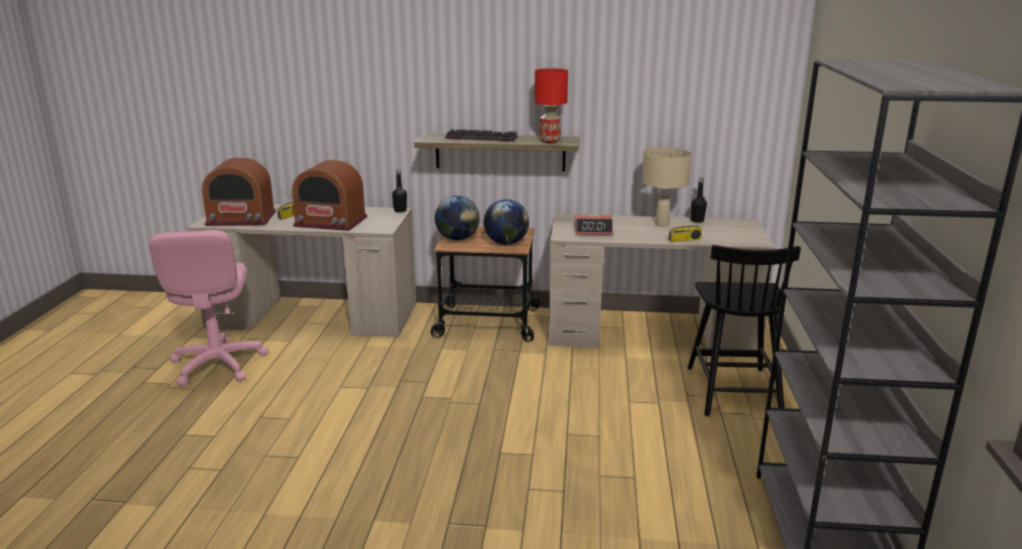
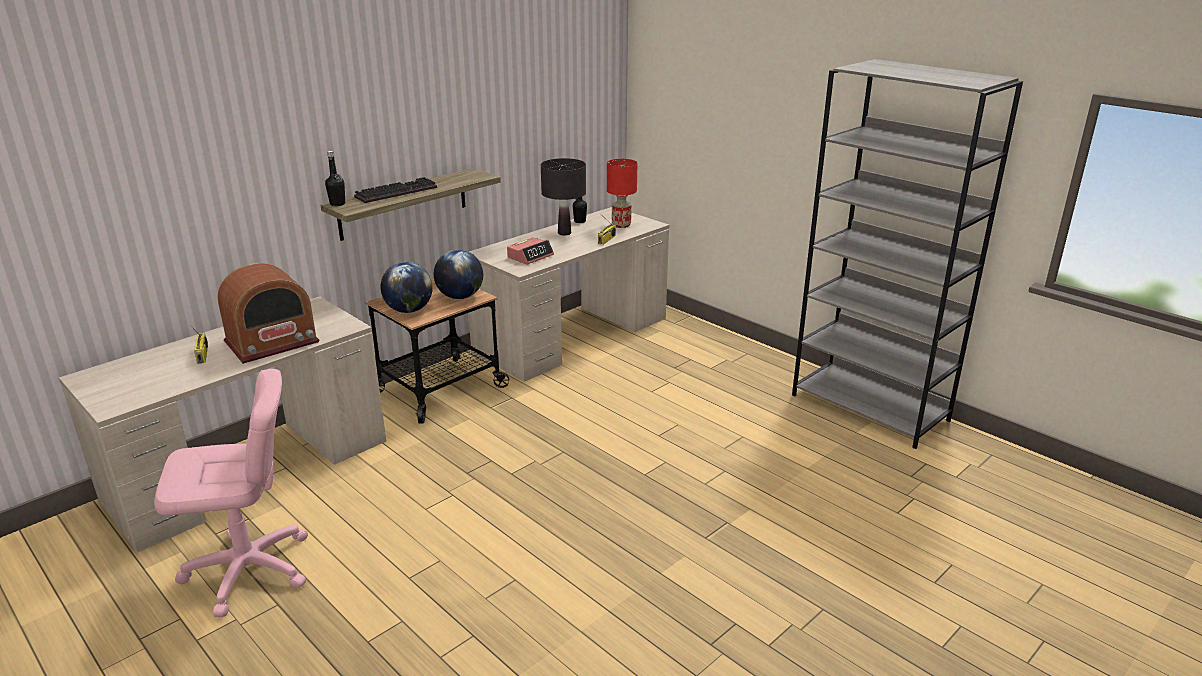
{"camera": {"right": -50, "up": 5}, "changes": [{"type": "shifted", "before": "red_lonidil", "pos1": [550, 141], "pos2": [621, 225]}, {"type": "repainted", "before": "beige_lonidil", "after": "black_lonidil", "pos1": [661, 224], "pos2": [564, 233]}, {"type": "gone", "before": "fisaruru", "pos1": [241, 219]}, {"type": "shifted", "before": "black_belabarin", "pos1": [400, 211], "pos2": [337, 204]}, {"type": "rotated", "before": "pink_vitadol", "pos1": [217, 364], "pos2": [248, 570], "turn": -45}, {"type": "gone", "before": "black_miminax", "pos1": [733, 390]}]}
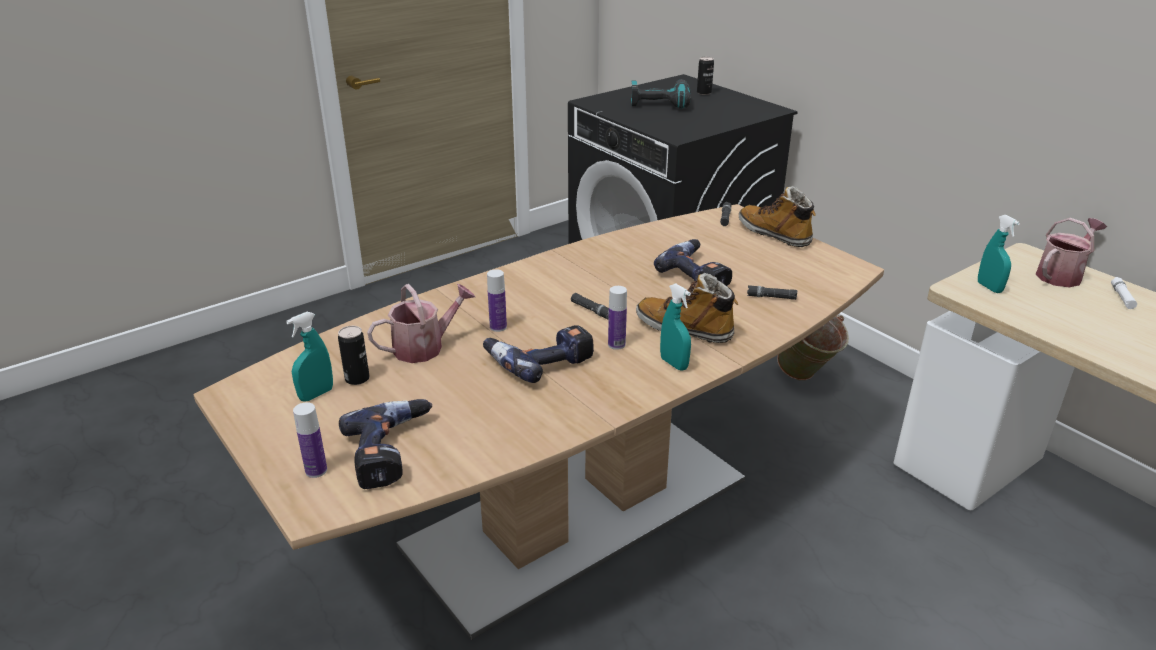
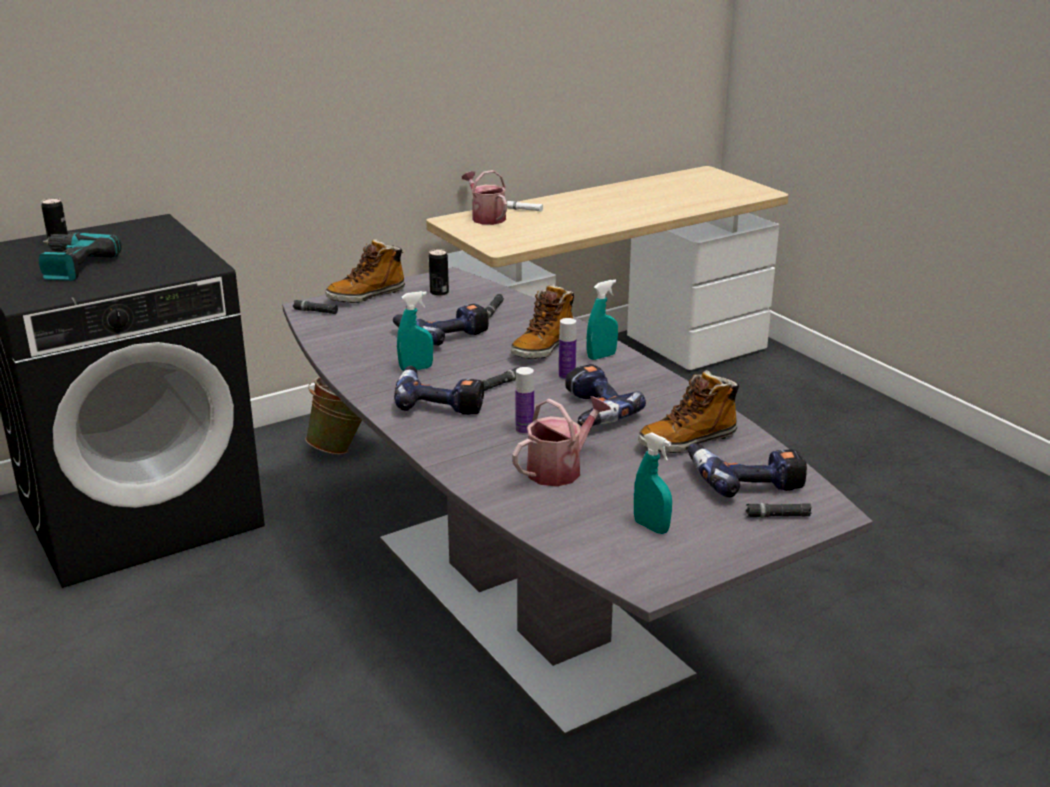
{"camera": {"right": -85, "up": -5}, "changes": [{"type": "repainted", "before": "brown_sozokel", "after": "grey_sozokel", "pos1": [577, 513], "pos2": [525, 606]}, {"type": "shifted", "before": "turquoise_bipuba", "pos1": [989, 287], "pos2": [416, 368]}, {"type": "rotated", "before": "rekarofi", "pos1": [425, 347], "pos2": [560, 469], "turn": 75}, {"type": "shifted", "before": "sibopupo", "pos1": [357, 379], "pos2": [439, 292]}, {"type": "swapped", "before": "belabarin", "after": "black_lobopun", "pos1": [316, 470], "pos2": [777, 516]}, {"type": "new", "after": "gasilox", "pos2": [440, 401]}, {"type": "new", "after": "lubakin", "pos2": [688, 440]}]}
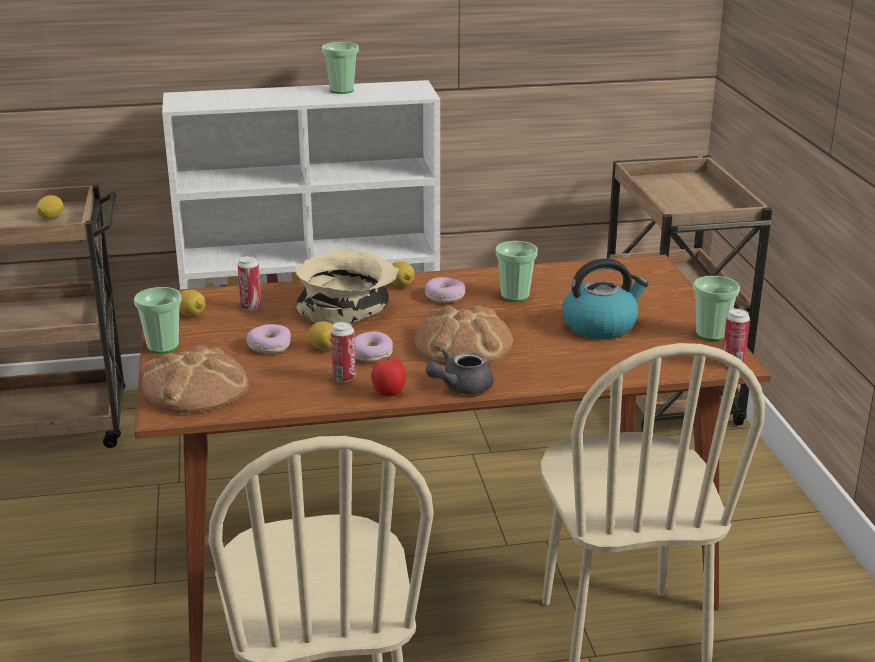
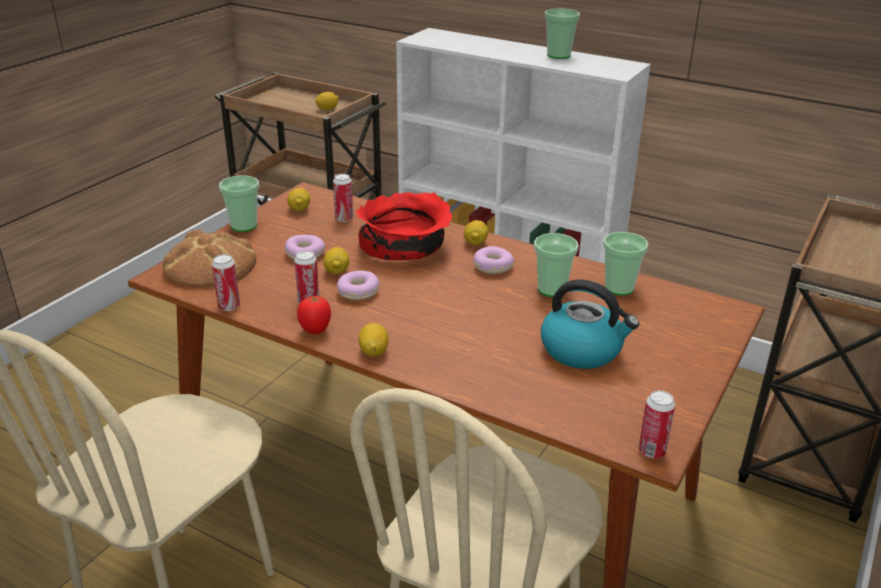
{"camera": {"right": 40, "up": 5}, "changes": [{"type": "repainted", "before": "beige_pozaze", "after": "red_pozaze", "pos1": [347, 307], "pos2": [405, 246]}, {"type": "shifted", "before": "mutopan", "pos1": [711, 334], "pos2": [619, 288]}, {"type": "gone", "before": "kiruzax", "pos1": [464, 344]}, {"type": "swapped", "before": "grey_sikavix", "after": "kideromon", "pos1": [460, 387], "pos2": [373, 351]}, {"type": "new", "after": "sibopupo", "pos2": [229, 306]}]}
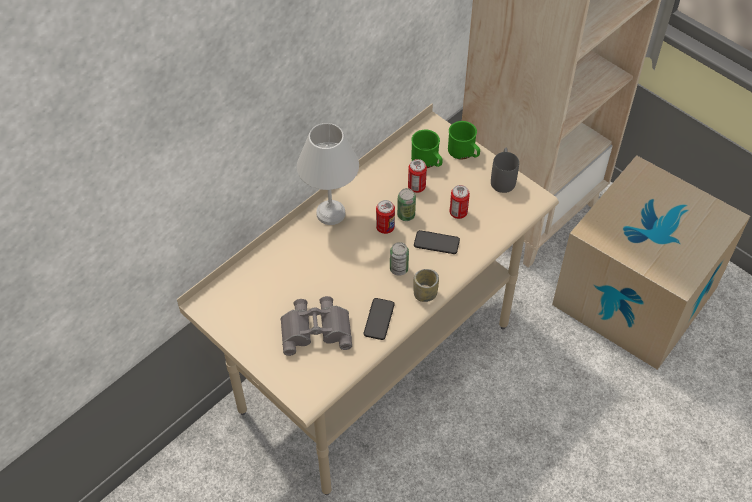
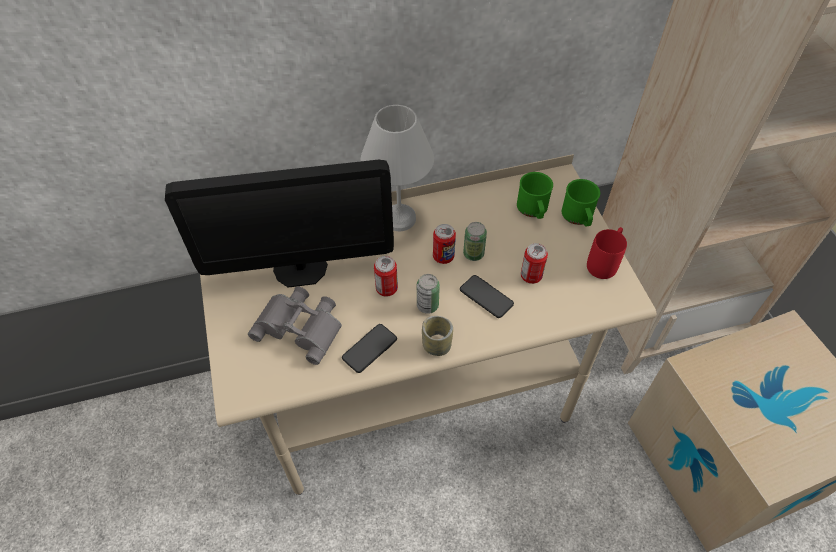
{"camera": {"right": 30, "up": 0}, "changes": [{"type": "repainted", "before": "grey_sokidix", "after": "red_sokidix", "pos1": [503, 178], "pos2": [605, 262]}, {"type": "shifted", "before": "sibopupo", "pos1": [416, 187], "pos2": [386, 288]}, {"type": "new", "after": "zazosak", "pos2": [300, 268]}]}
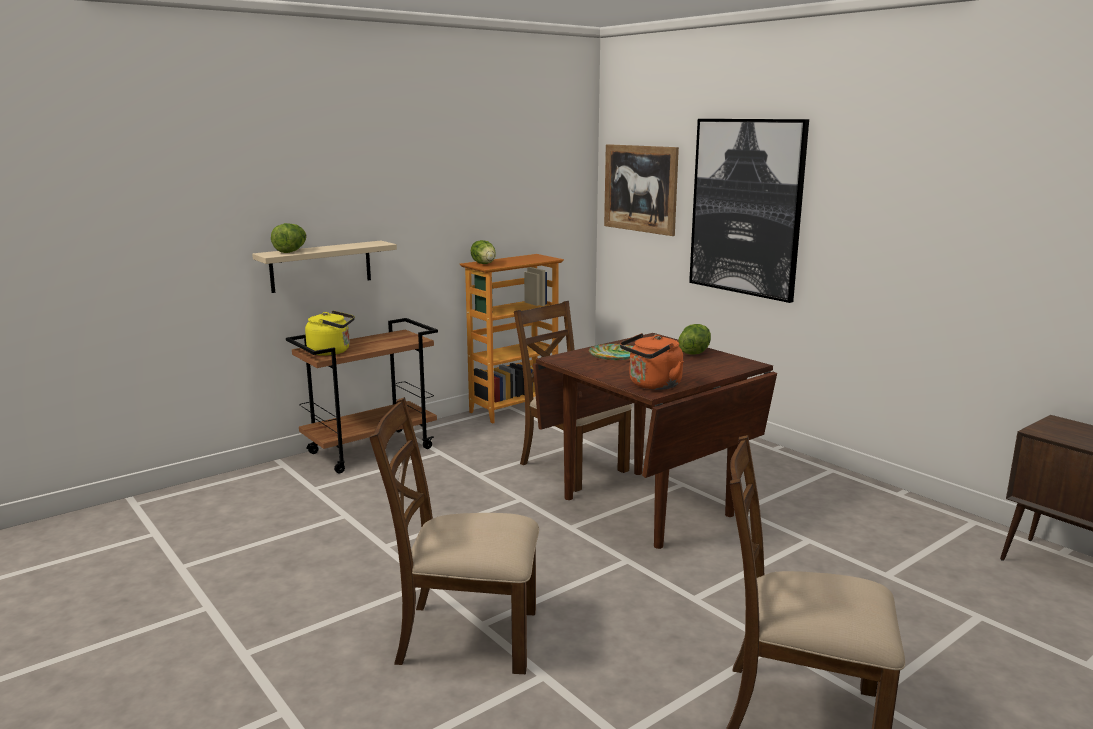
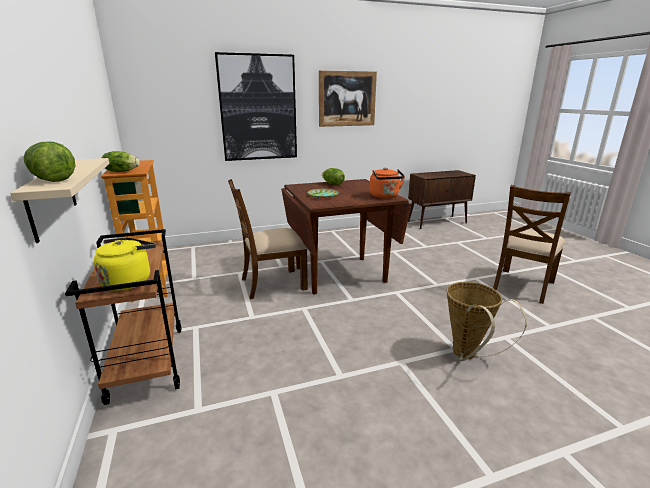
{"camera": {"right": -70, "up": 5}, "changes": [{"type": "shifted", "before": "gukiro", "pos1": [640, 188], "pos2": [347, 99]}, {"type": "swapped", "before": "brown_miminax", "after": "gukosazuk", "pos1": [466, 636], "pos2": [467, 356]}]}
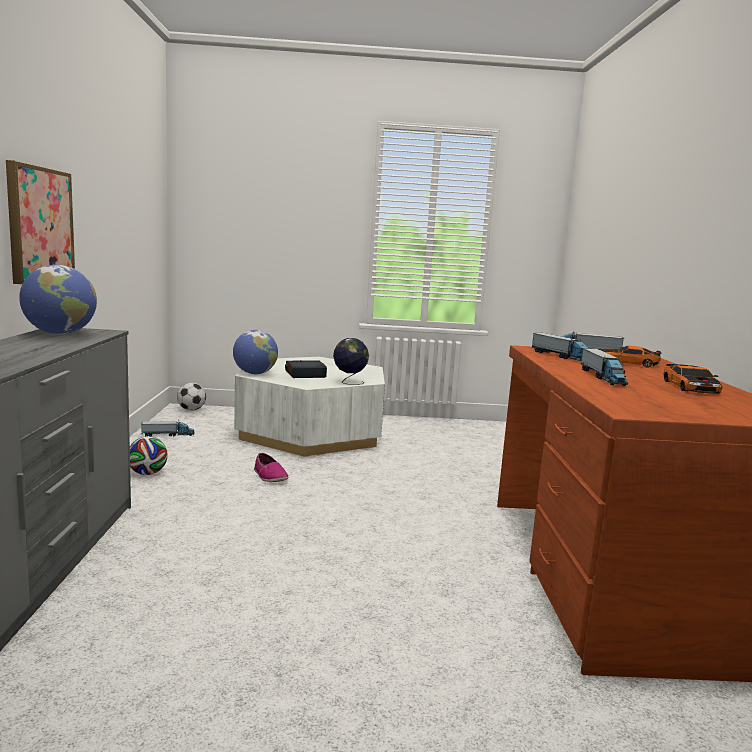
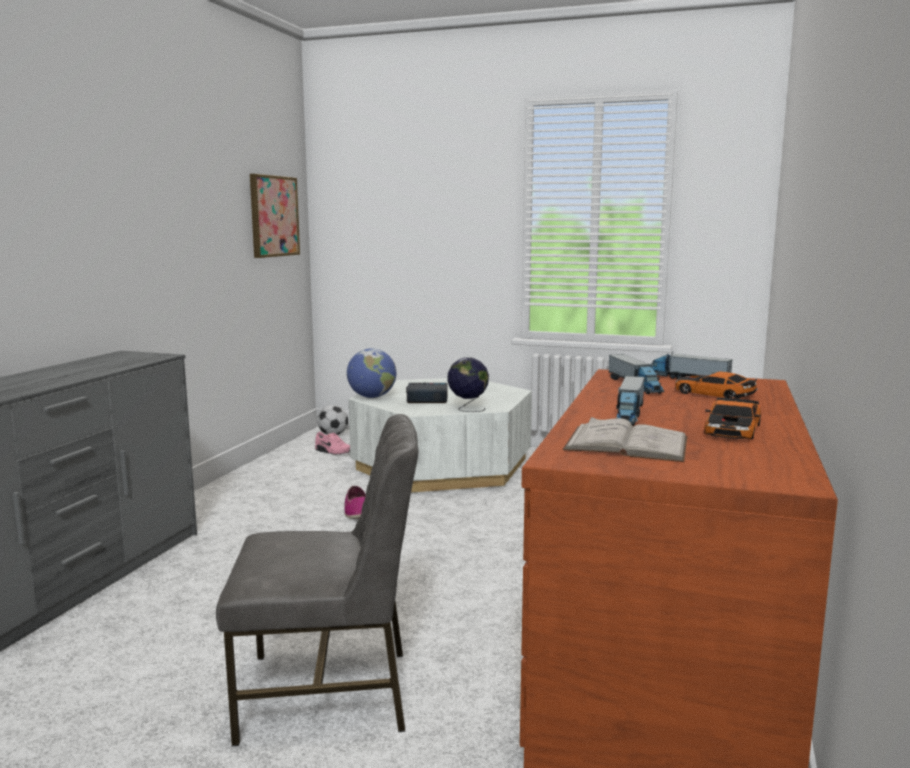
{"camera": {"right": 20, "up": 0}, "changes": [{"type": "shifted", "before": "gukiro", "pos1": [40, 224], "pos2": [273, 216]}, {"type": "gone", "before": "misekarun", "pos1": [60, 334]}, {"type": "gone", "before": "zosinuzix", "pos1": [168, 435]}, {"type": "gone", "before": "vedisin", "pos1": [147, 473]}, {"type": "new", "after": "grey_miminax", "pos2": [329, 693]}, {"type": "new", "after": "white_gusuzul", "pos2": [626, 443]}, {"type": "new", "after": "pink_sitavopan", "pos2": [333, 452]}]}
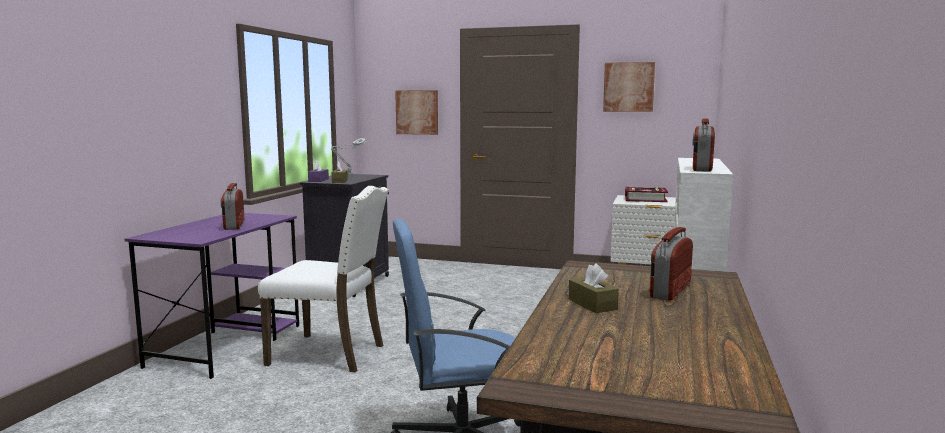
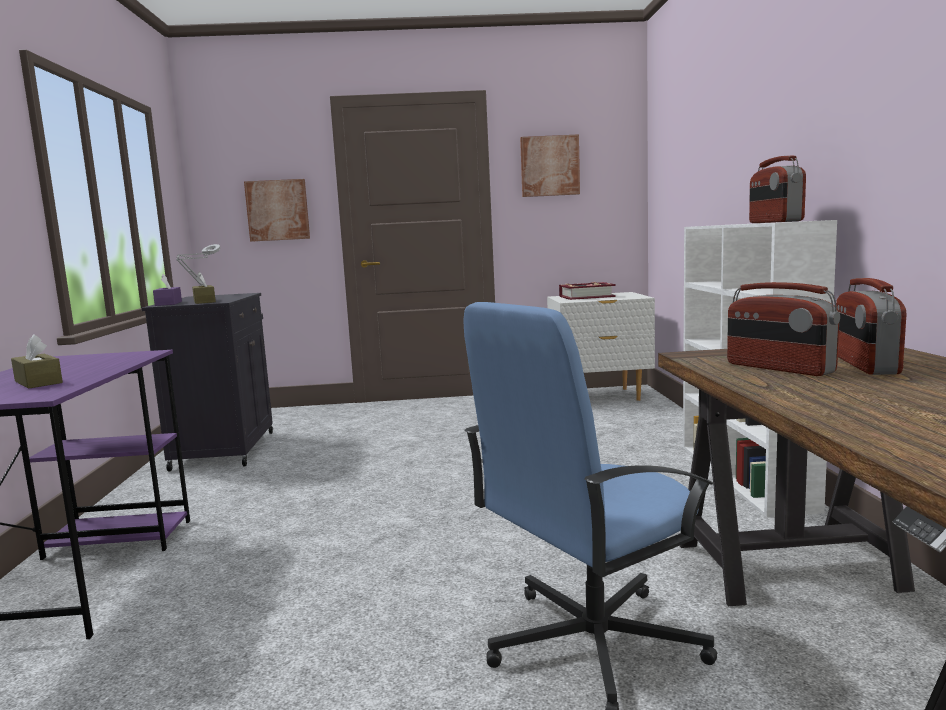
{"camera": {"right": -20, "up": 0}, "changes": [{"type": "shifted", "before": "fisaruru", "pos1": [233, 225], "pos2": [778, 368]}, {"type": "gone", "before": "white_miminax", "pos1": [330, 354]}, {"type": "shifted", "before": "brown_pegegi", "pos1": [592, 304], "pos2": [38, 382]}]}
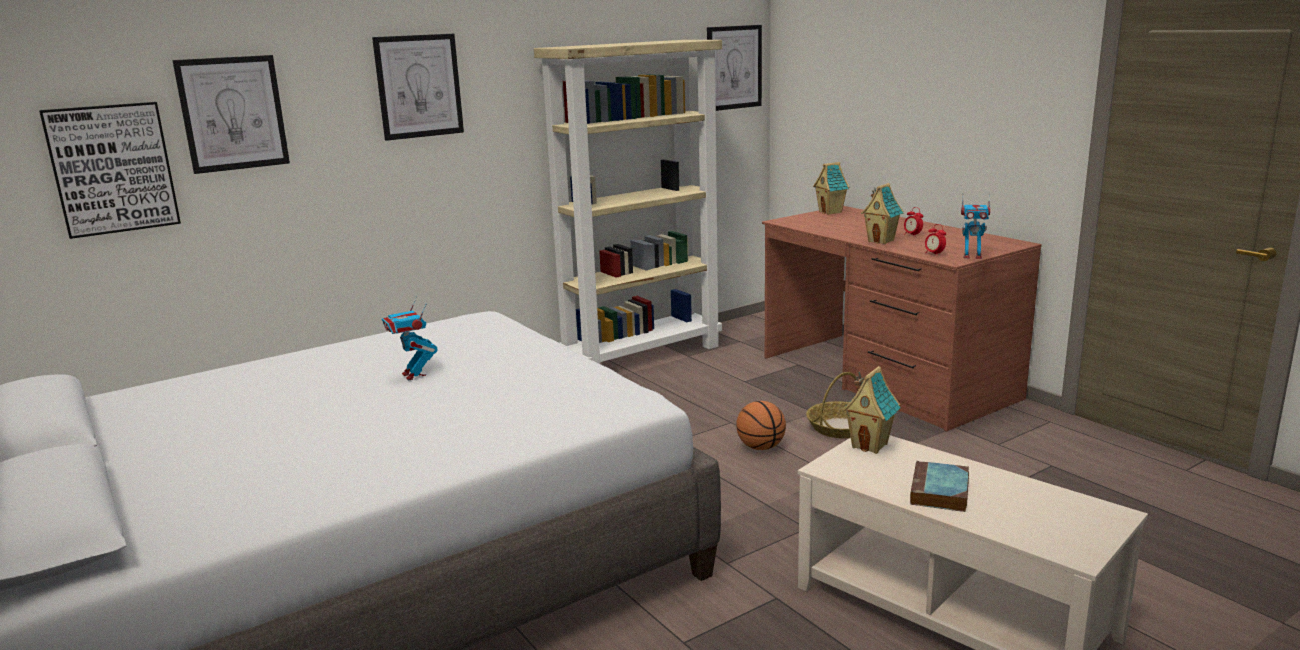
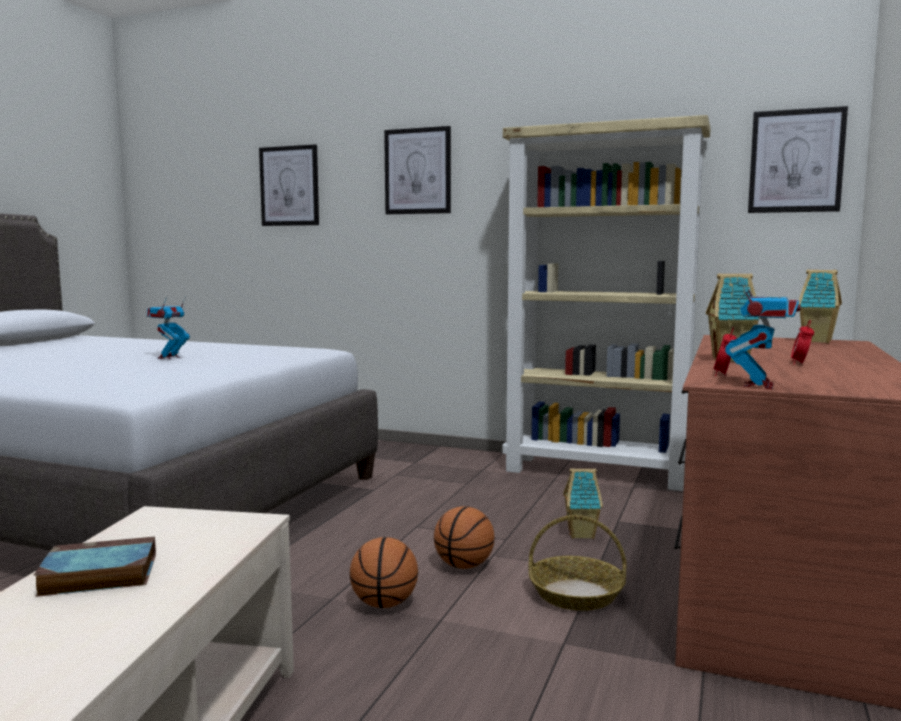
{"camera": {"right": 55, "up": -10}, "changes": [{"type": "gone", "before": "gukiro", "pos1": [112, 169]}, {"type": "rotated", "before": "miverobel", "pos1": [972, 256], "pos2": [759, 385], "turn": -135}, {"type": "shifted", "before": "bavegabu", "pos1": [870, 445], "pos2": [582, 534]}, {"type": "new", "after": "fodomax", "pos2": [384, 604]}]}
